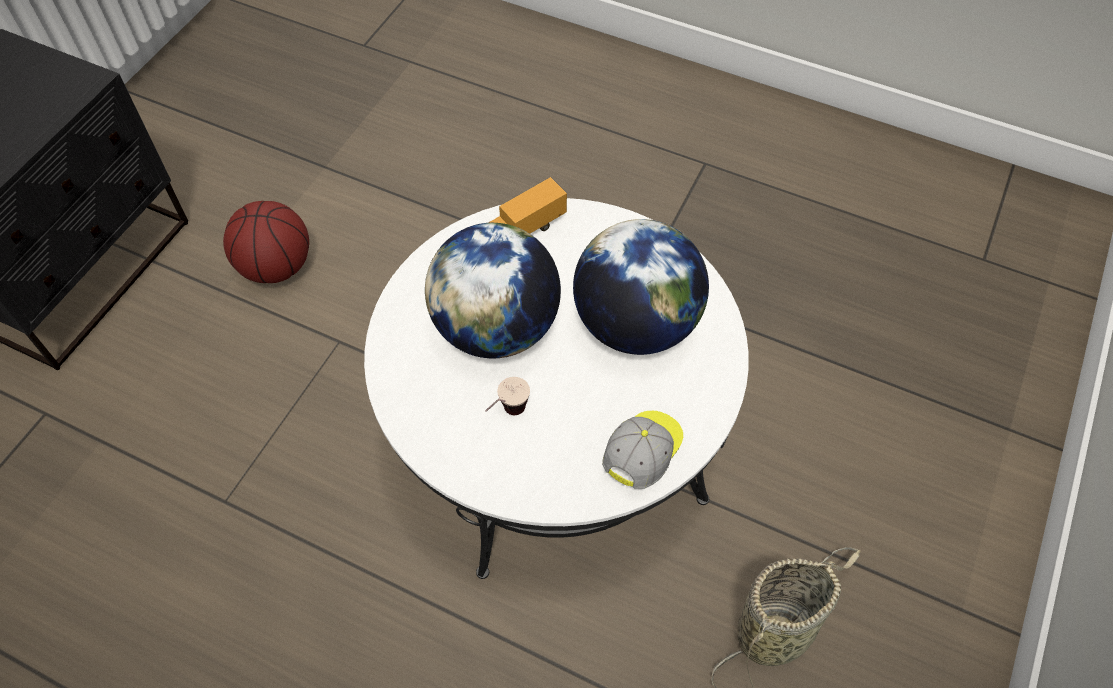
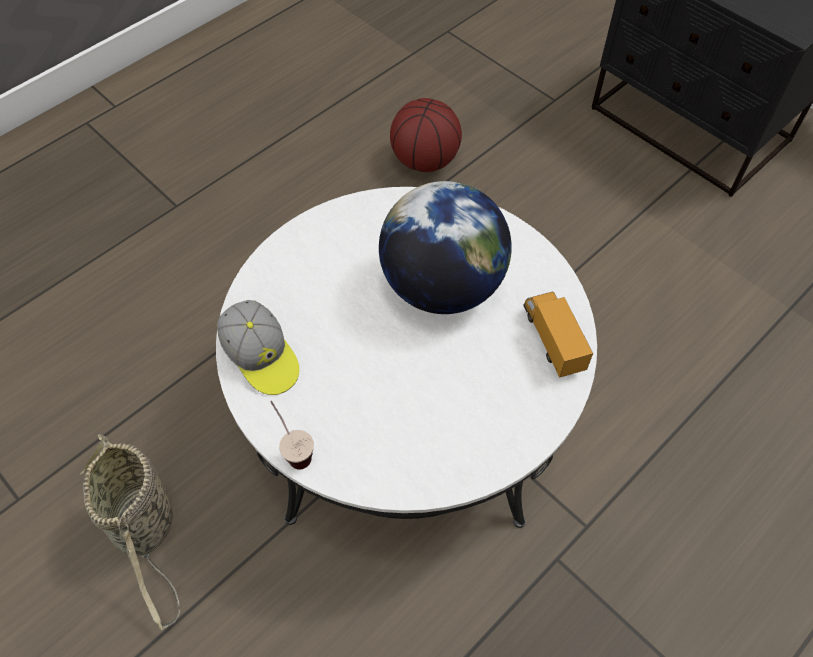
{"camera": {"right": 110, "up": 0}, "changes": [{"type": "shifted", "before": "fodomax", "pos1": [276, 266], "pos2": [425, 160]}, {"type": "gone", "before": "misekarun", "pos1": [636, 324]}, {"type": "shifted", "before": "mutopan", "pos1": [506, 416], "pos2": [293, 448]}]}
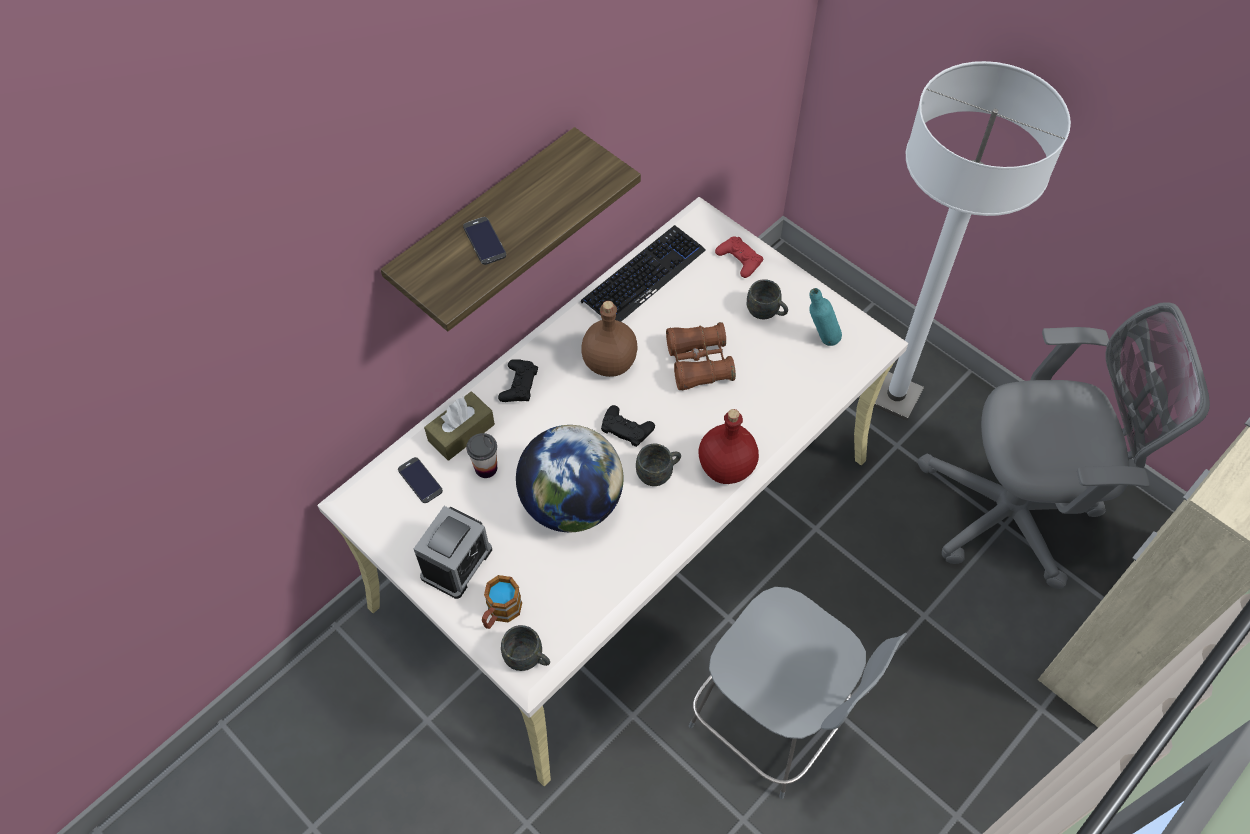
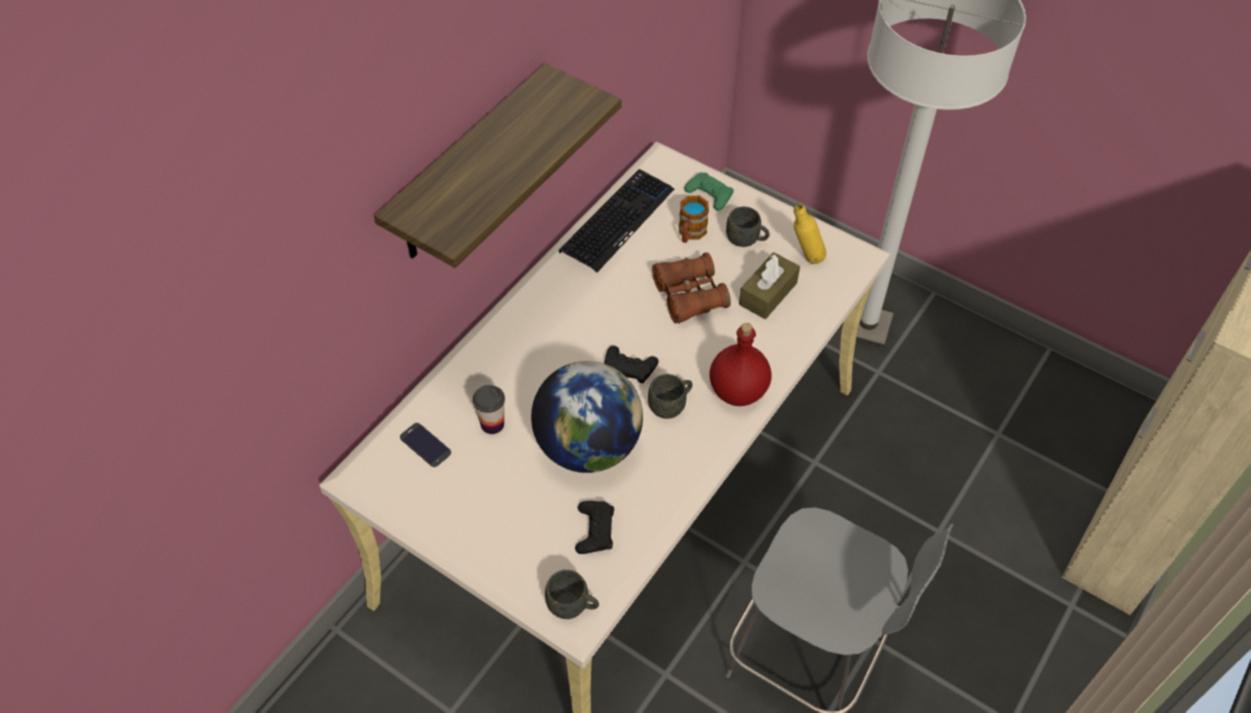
{"camera": {"right": -10, "up": -5}, "changes": [{"type": "gone", "before": "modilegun", "pos1": [484, 241]}, {"type": "repainted", "before": "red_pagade", "after": "green_pagade", "pos1": [739, 259], "pos2": [709, 194]}, {"type": "repainted", "before": "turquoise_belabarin", "after": "yellow_belabarin", "pos1": [820, 340], "pos2": [805, 259]}, {"type": "gone", "before": "brown_belabarin", "pos1": [609, 363]}, {"type": "gone", "before": "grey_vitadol", "pos1": [1016, 513]}, {"type": "shifted", "before": "black_pagade", "pos1": [519, 384], "pos2": [595, 530]}, {"type": "shifted", "before": "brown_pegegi", "pos1": [461, 432], "pos2": [768, 293]}, {"type": "gone", "before": "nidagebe", "pos1": [456, 563]}, {"type": "shifted", "before": "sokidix", "pos1": [500, 613], "pos2": [690, 233]}]}
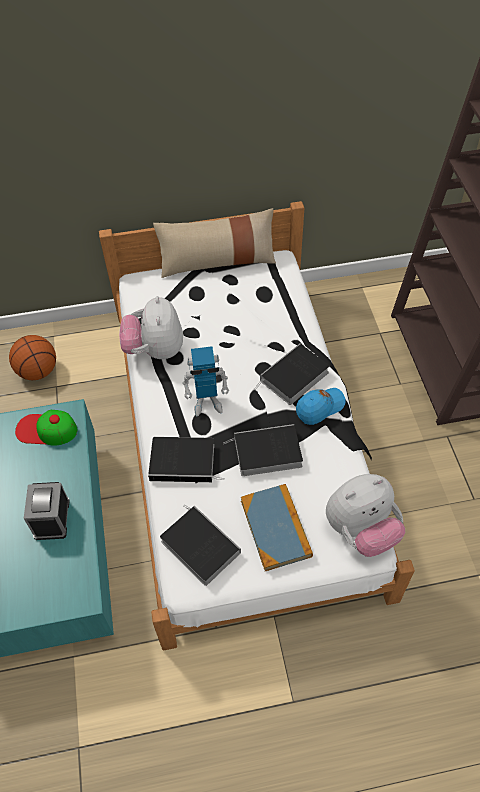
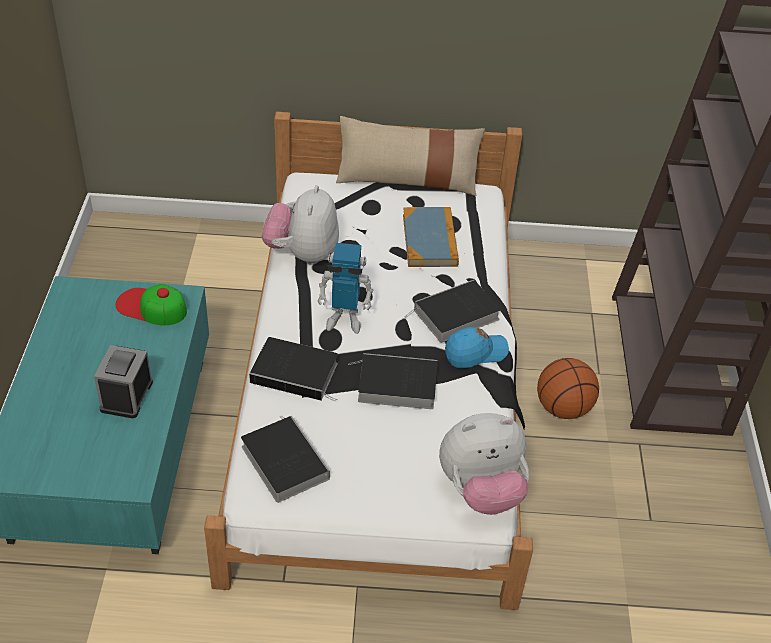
{"camera": {"right": 10, "up": -10}, "changes": [{"type": "shifted", "before": "fodomax", "pos1": [38, 371], "pos2": [563, 408]}, {"type": "shifted", "before": "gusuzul", "pos1": [276, 528], "pos2": [430, 240]}]}
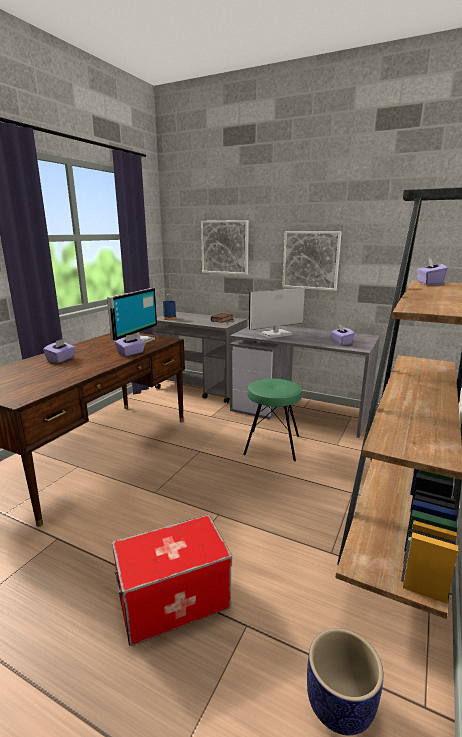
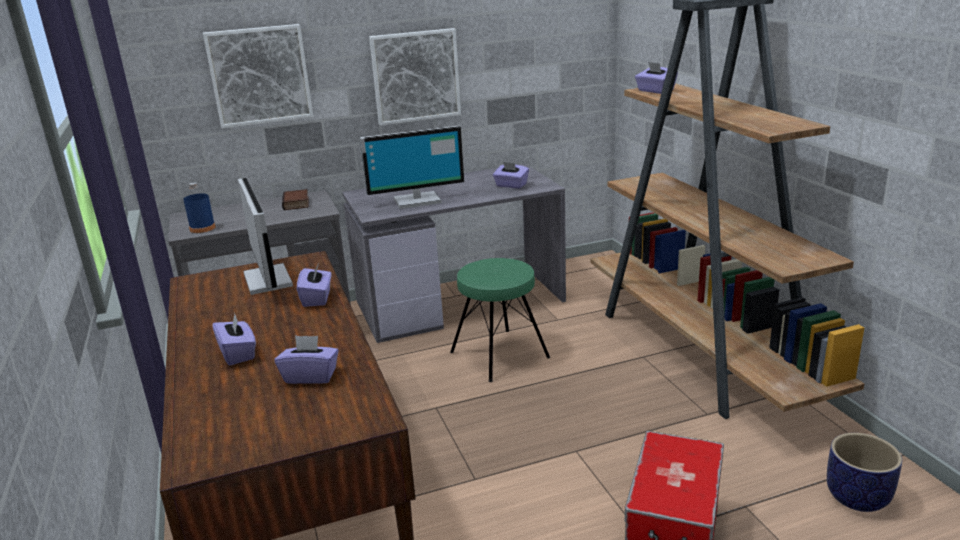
{"camera": {"right": -45, "up": 5}, "changes": [{"type": "rotated", "before": "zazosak", "pos1": [276, 334], "pos2": [417, 200], "turn": -120}, {"type": "new", "after": "purple_pegegi", "pos2": [311, 376]}]}
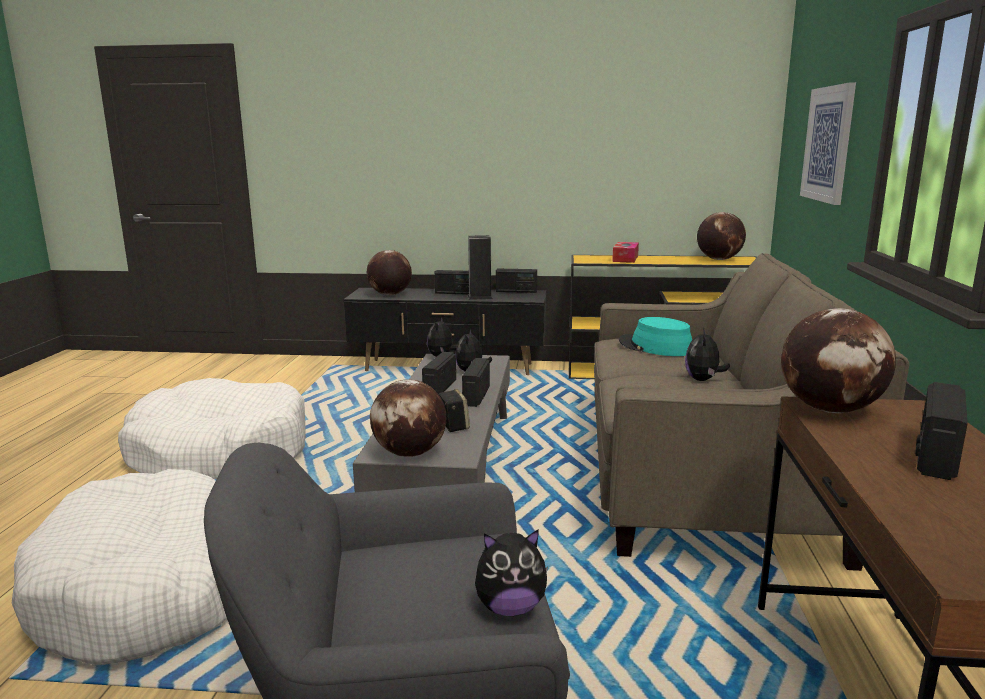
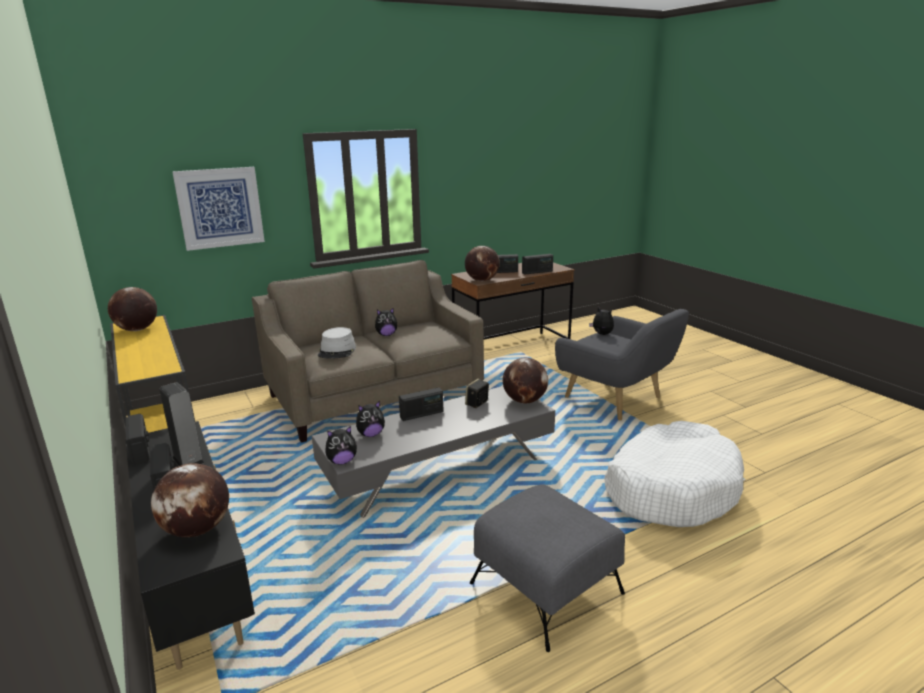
{"camera": {"right": -125, "up": 5}, "changes": [{"type": "gone", "before": "pegegi", "pos1": [625, 258]}, {"type": "repainted", "before": "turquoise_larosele", "after": "grey_larosele", "pos1": [655, 347], "pos2": [337, 351]}, {"type": "shifted", "before": "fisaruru", "pos1": [439, 388], "pos2": [537, 272]}, {"type": "swapped", "before": "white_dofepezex", "after": "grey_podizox", "pos1": [220, 452], "pos2": [545, 587]}]}
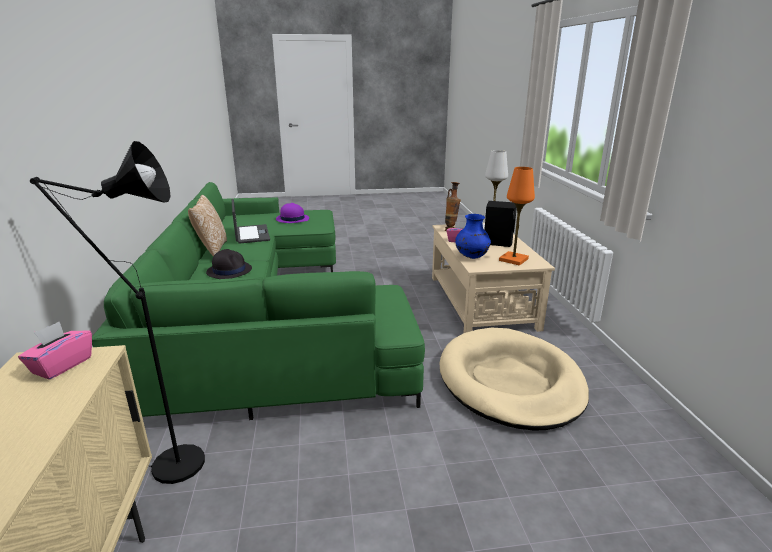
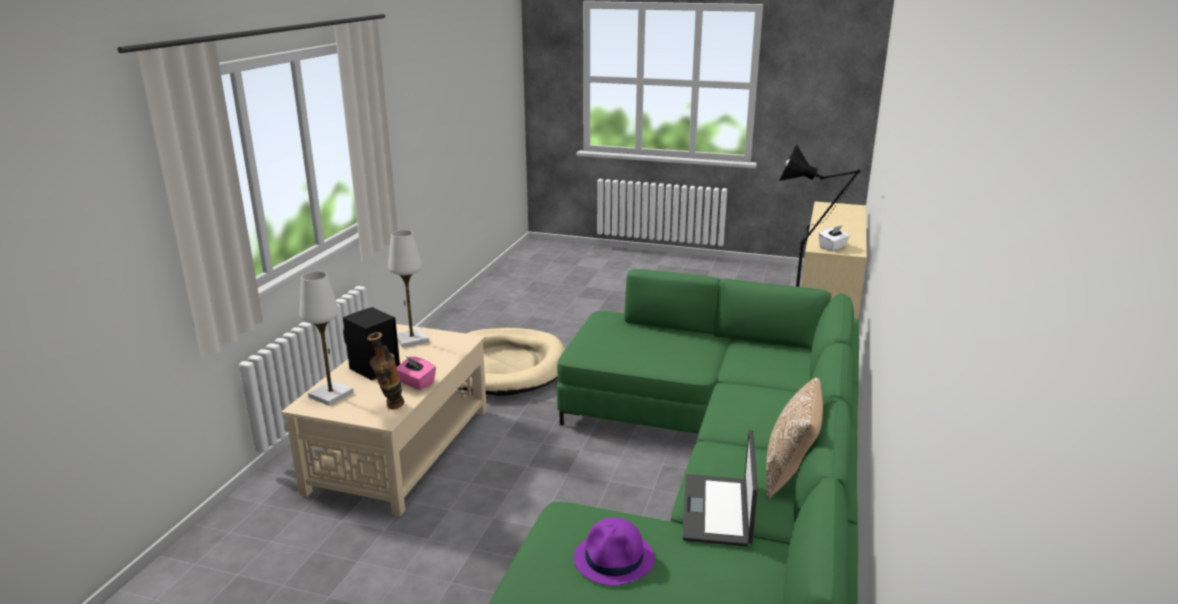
{"camera": {"right": -155, "up": 0}, "changes": [{"type": "repainted", "before": "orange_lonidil", "after": "white_lonidil", "pos1": [513, 259], "pos2": [412, 340]}, {"type": "gone", "before": "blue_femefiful", "pos1": [471, 257]}, {"type": "gone", "before": "black_larosele", "pos1": [229, 271]}, {"type": "repainted", "before": "pink_pegegi", "after": "white_pegegi", "pos1": [62, 365], "pos2": [833, 247]}]}
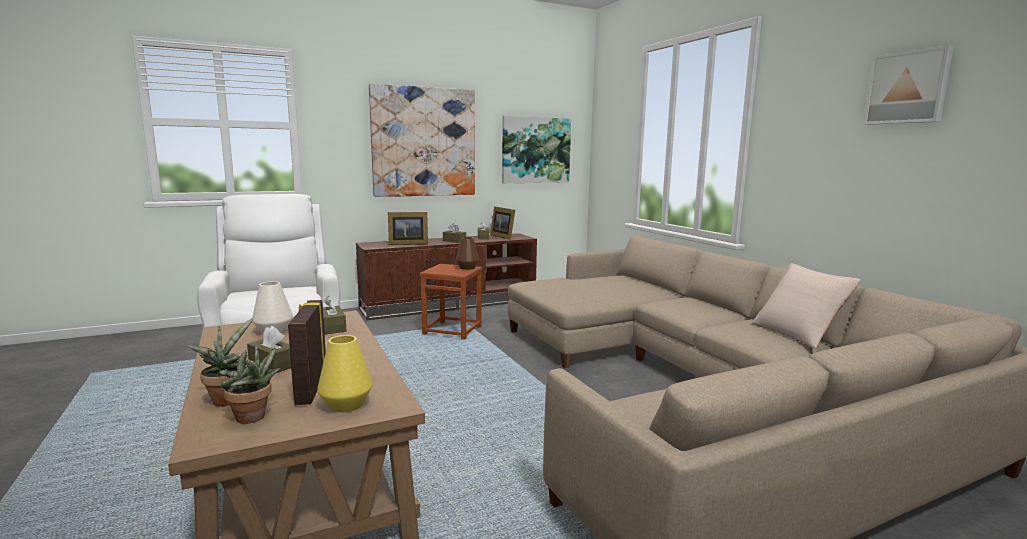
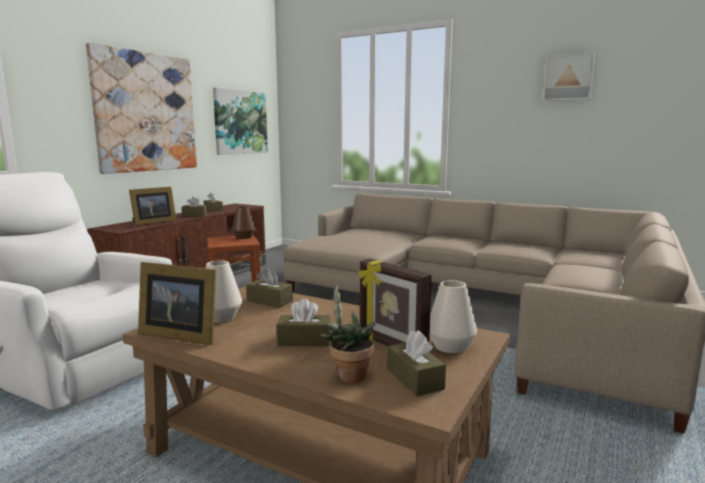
{"camera": {"right": -35, "up": 0}, "changes": [{"type": "shifted", "before": "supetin", "pos1": [503, 236], "pos2": [179, 334]}, {"type": "gone", "before": "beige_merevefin", "pos1": [798, 333]}, {"type": "repainted", "before": "yellow_femefiful", "after": "white_femefiful", "pos1": [346, 405], "pos2": [450, 346]}, {"type": "swapped", "before": "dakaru", "after": "brown_pegegi", "pos1": [253, 418], "pos2": [414, 379]}]}
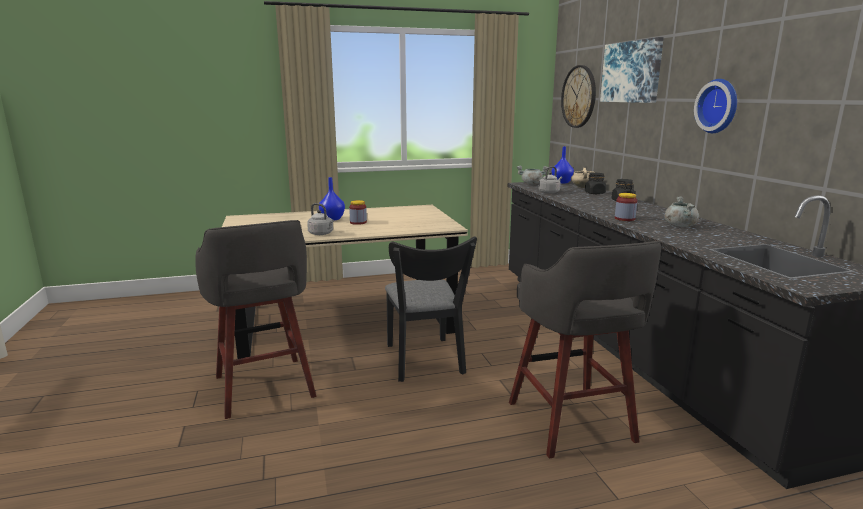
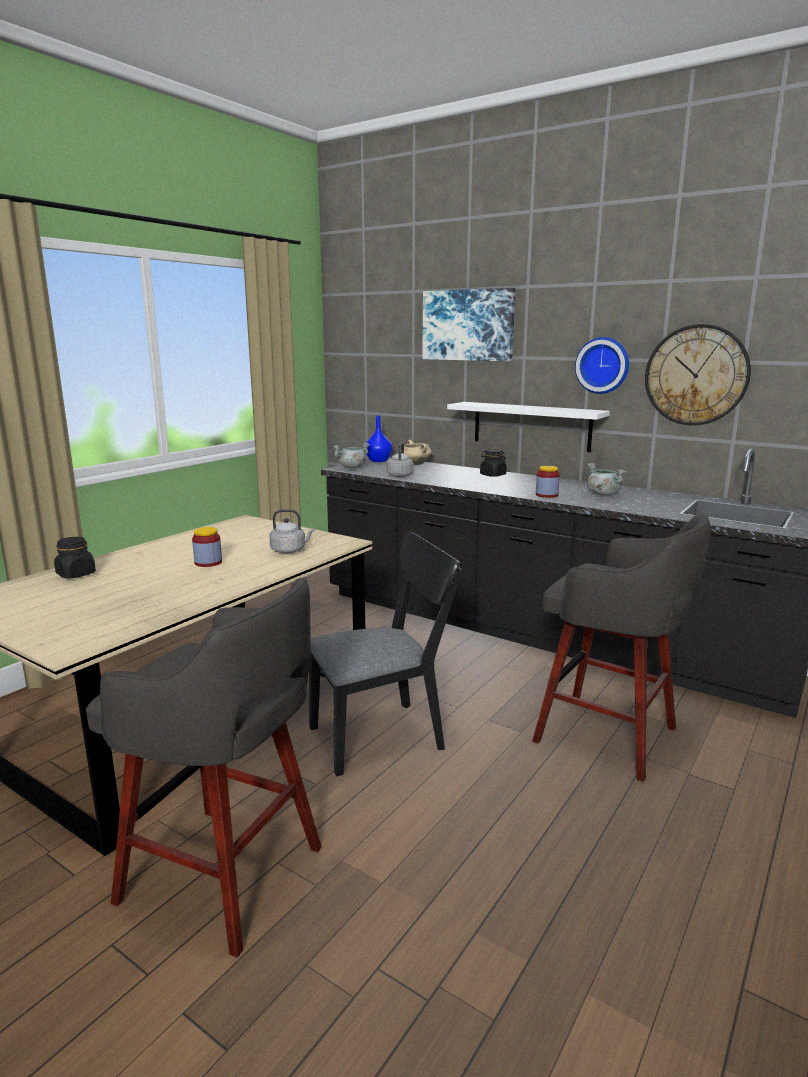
{"camera": {"right": -40, "up": 0}, "changes": [{"type": "shifted", "before": "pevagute", "pos1": [579, 96], "pos2": [696, 375]}, {"type": "shifted", "before": "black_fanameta", "pos1": [595, 193], "pos2": [76, 574]}, {"type": "gone", "before": "blue_femefiful", "pos1": [333, 219]}, {"type": "shifted", "before": "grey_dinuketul", "pos1": [322, 234], "pos2": [290, 550]}, {"type": "rotated", "before": "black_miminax", "pos1": [425, 362], "pos2": [386, 734], "turn": -60}, {"type": "new", "after": "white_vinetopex", "pos2": [531, 426]}]}
